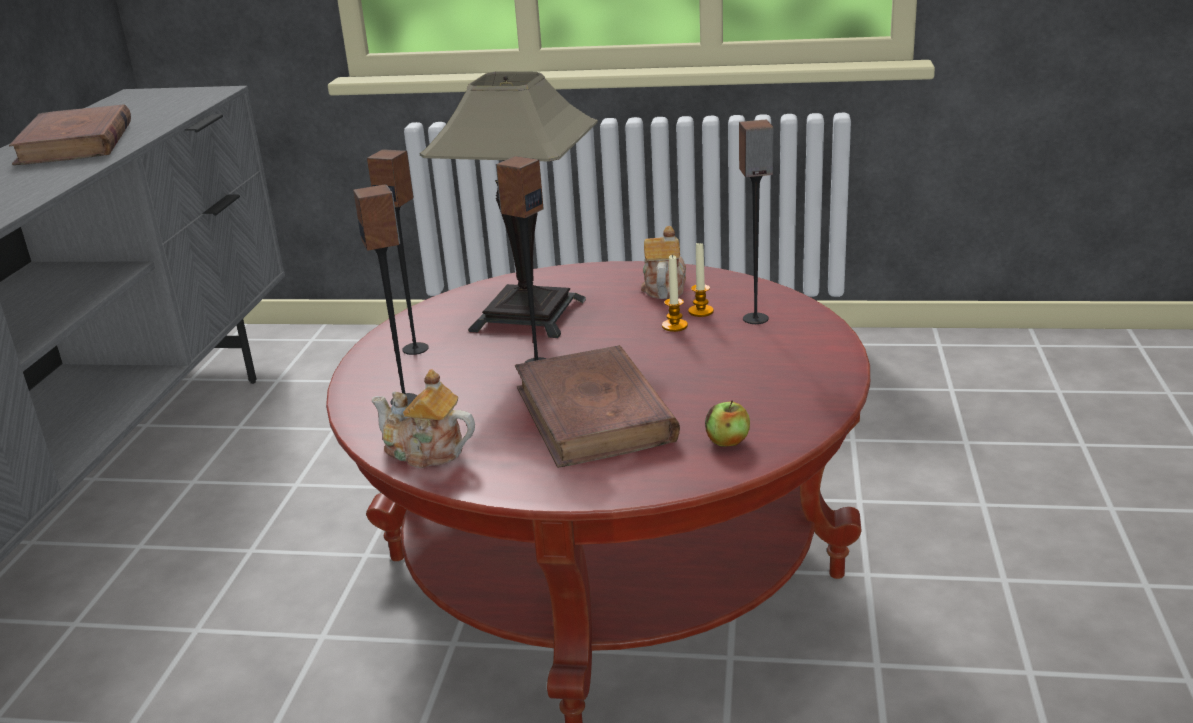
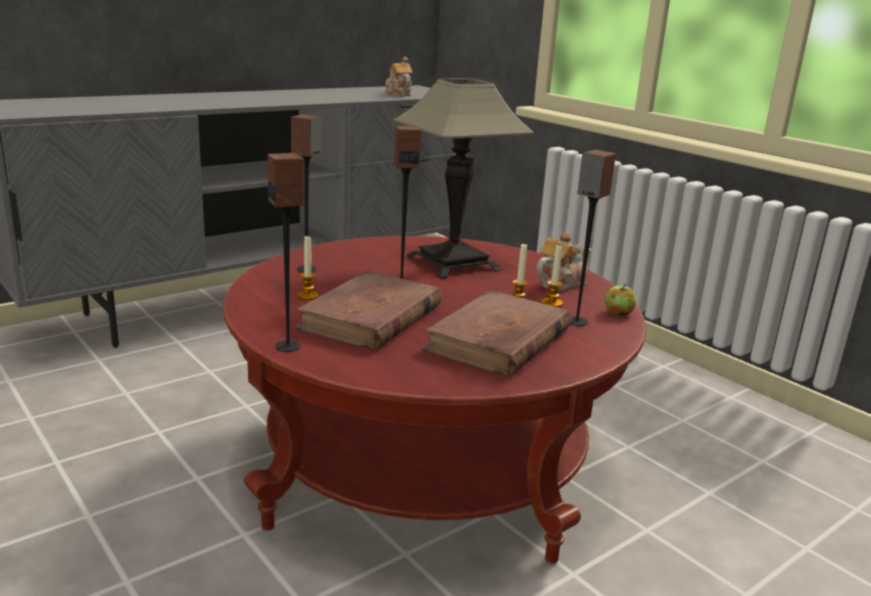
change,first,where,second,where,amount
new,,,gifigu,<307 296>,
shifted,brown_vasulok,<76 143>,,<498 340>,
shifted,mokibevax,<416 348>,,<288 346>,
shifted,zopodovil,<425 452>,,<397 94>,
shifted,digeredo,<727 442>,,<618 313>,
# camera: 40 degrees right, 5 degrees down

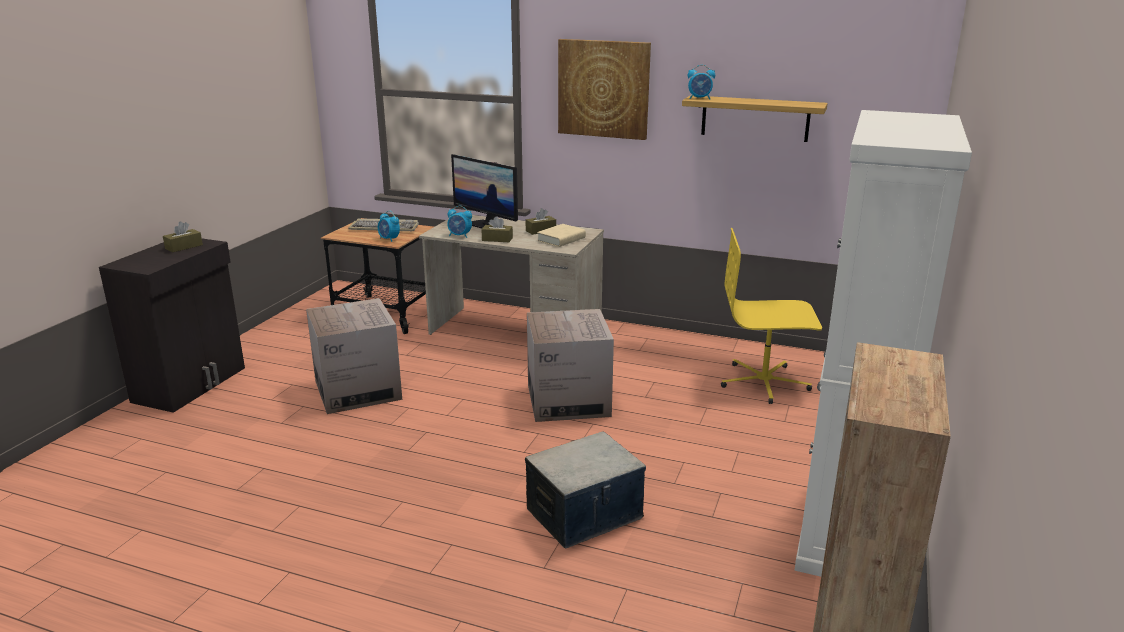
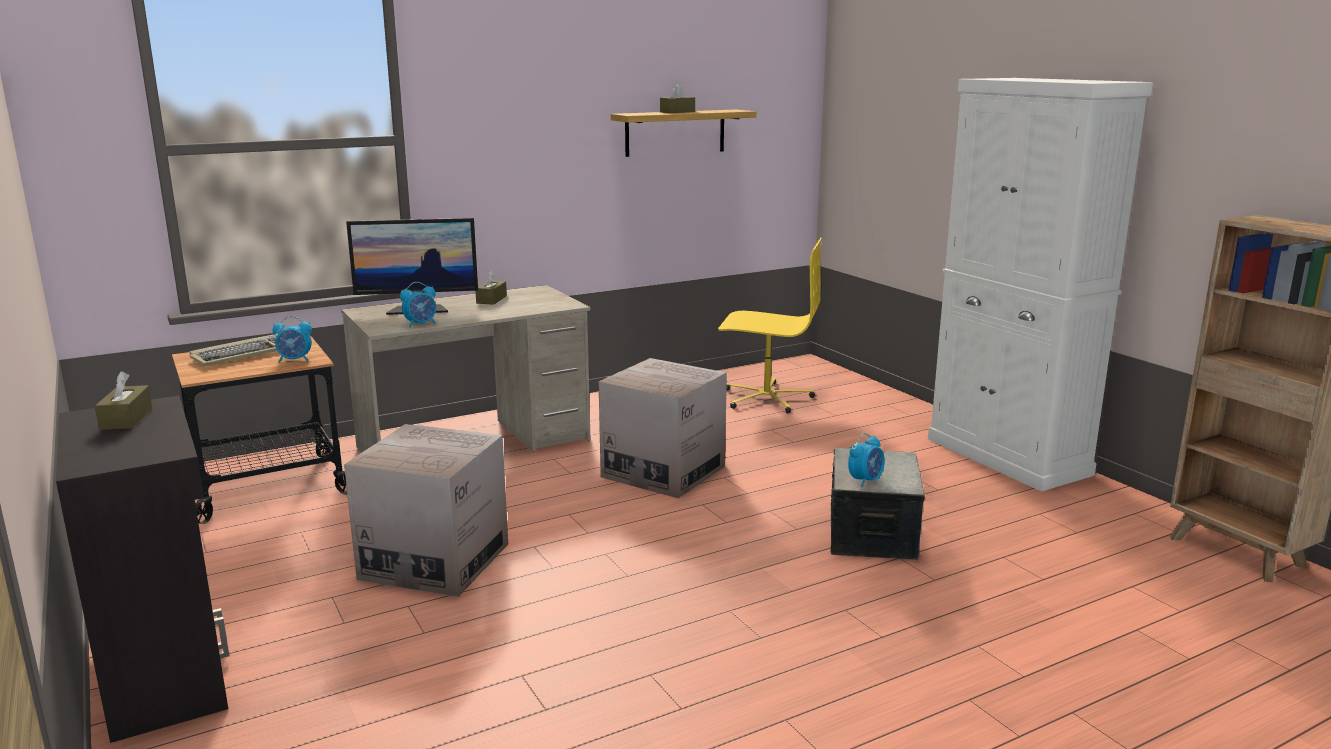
change,first,where,second,where,amount
gone,beige_vasulok,<561 239>,,,
gone,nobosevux,<603 89>,,,
shifted,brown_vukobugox,<497 239>,,<677 112>,
shifted,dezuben,<700 98>,,<865 480>,
rotated,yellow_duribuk,<764 382>,,<766 398>,120 degrees counterclockwise
# camera: 50 degrees left, 5 degrees down

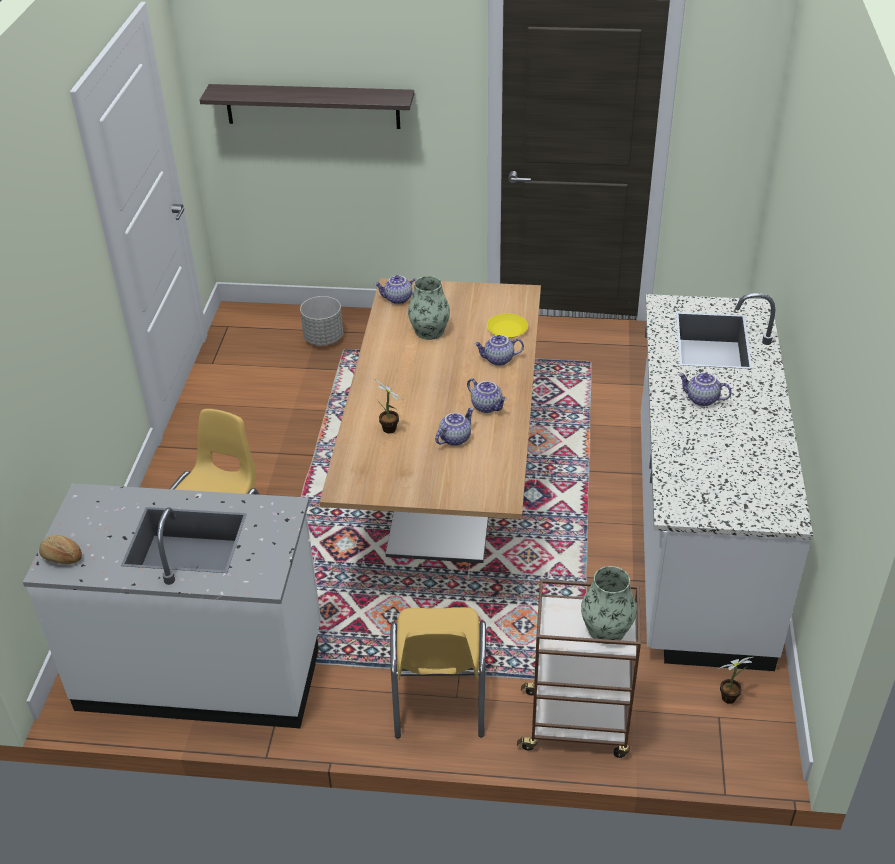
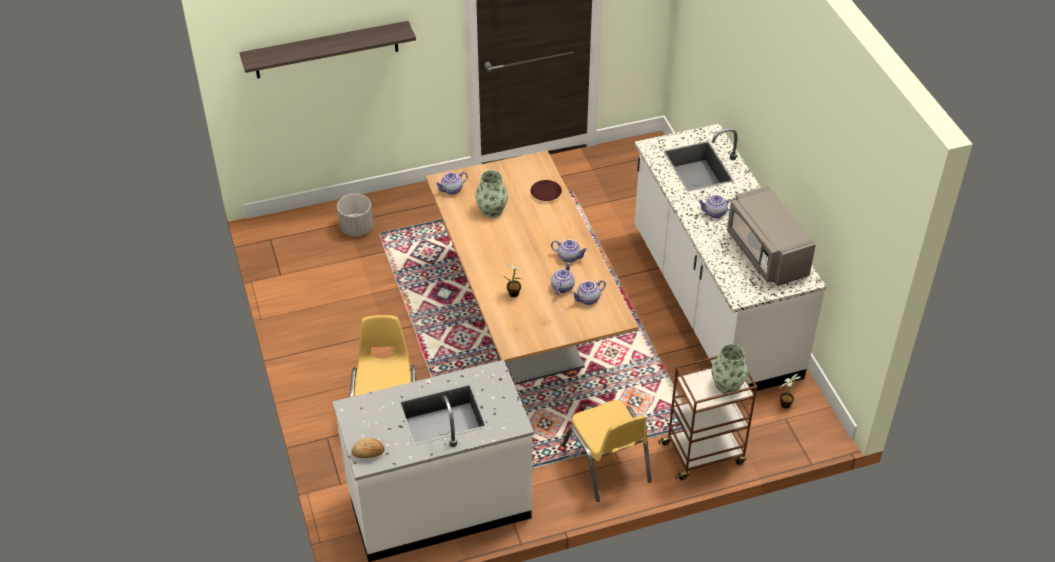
change,first,where,second,where,amount
new,,,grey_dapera,<766 253>,
shifted,zopodovil,<498 360>,,<588 299>,
repainted,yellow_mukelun,<507 329>,brown_mukelun,<546 193>,
# camera: 25 degrees left, 5 degrees up

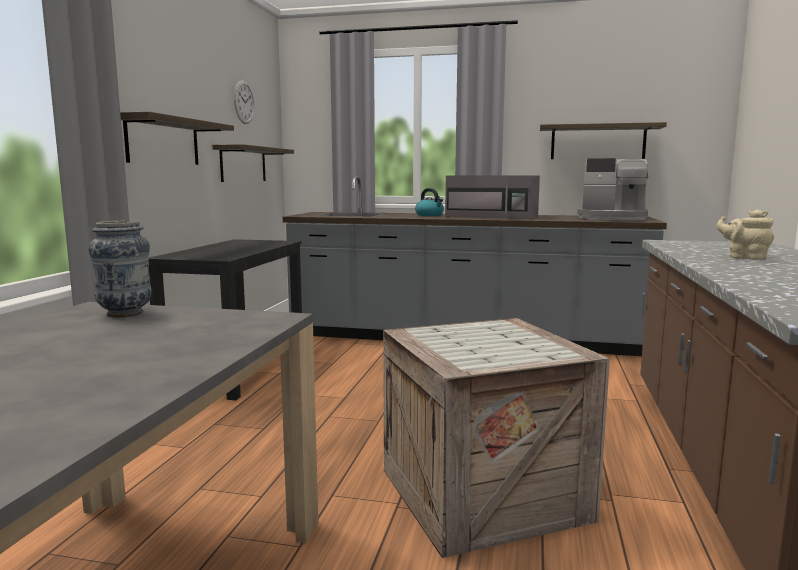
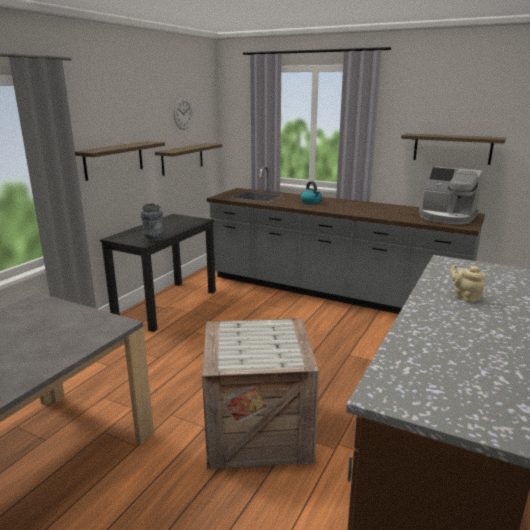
change,first,where,second,where,amount
gone,grey_dapera,<493 216>,,,
shifted,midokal,<125 313>,,<154 239>,
# camera: 15 degrees right, 10 degrees up

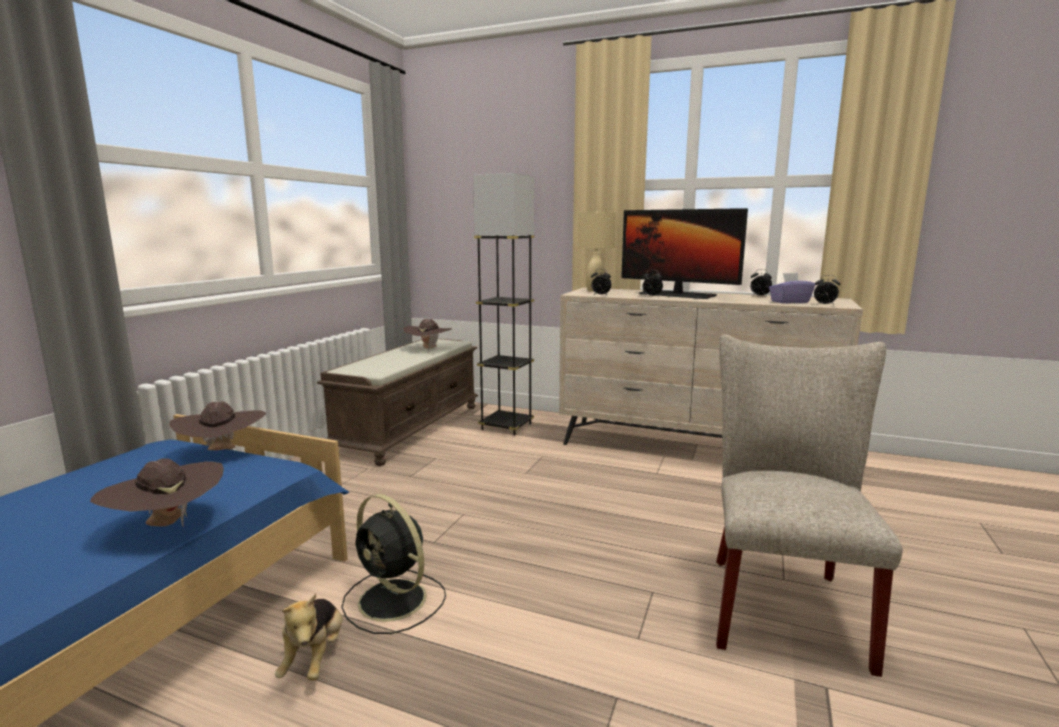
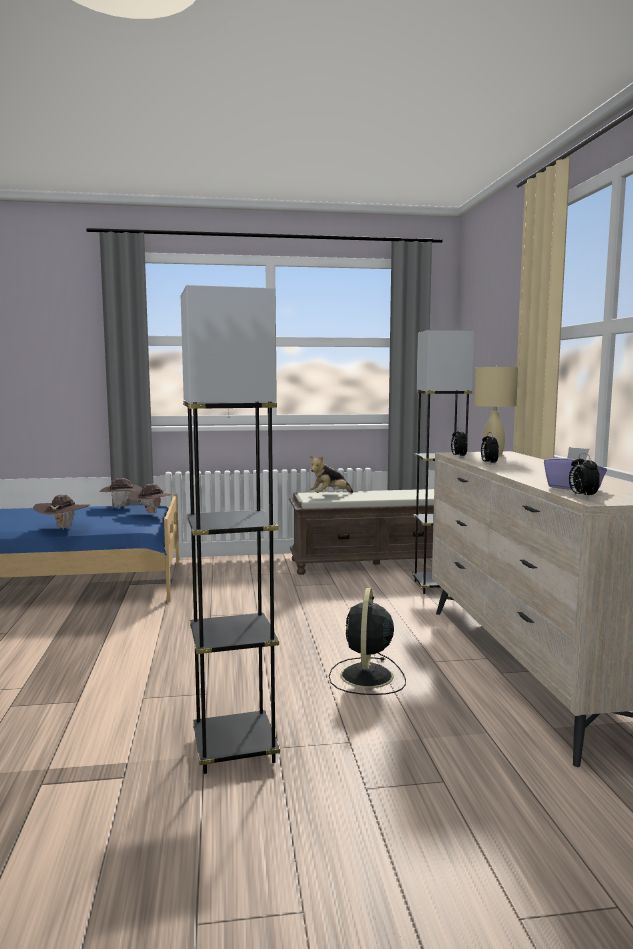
change,first,where,second,where,amount
gone,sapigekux,<677 295>,,,
gone,dezuben,<759 296>,,,
shifted,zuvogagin,<314 658>,,<330 495>,
shifted,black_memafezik,<394 601>,,<366 677>,
shifted,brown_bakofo,<428 348>,,<122 507>,
swapped,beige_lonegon,<780 602>,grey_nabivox,<235 749>,
# camera: 60 degrees right, 5 degrees down

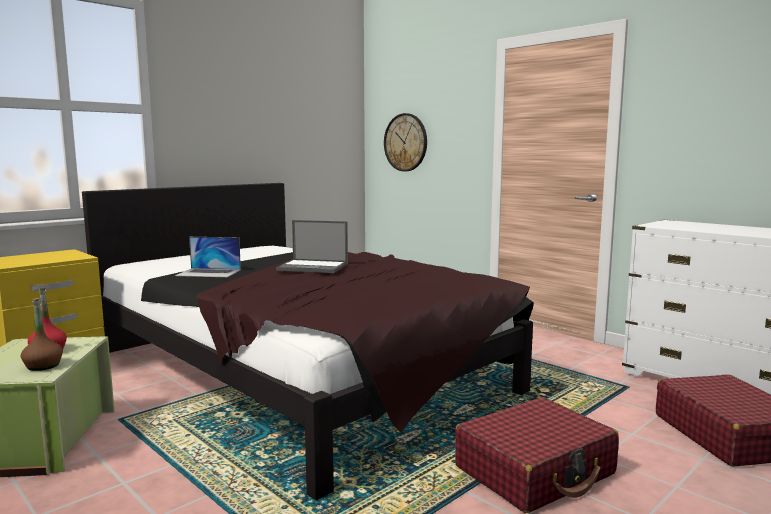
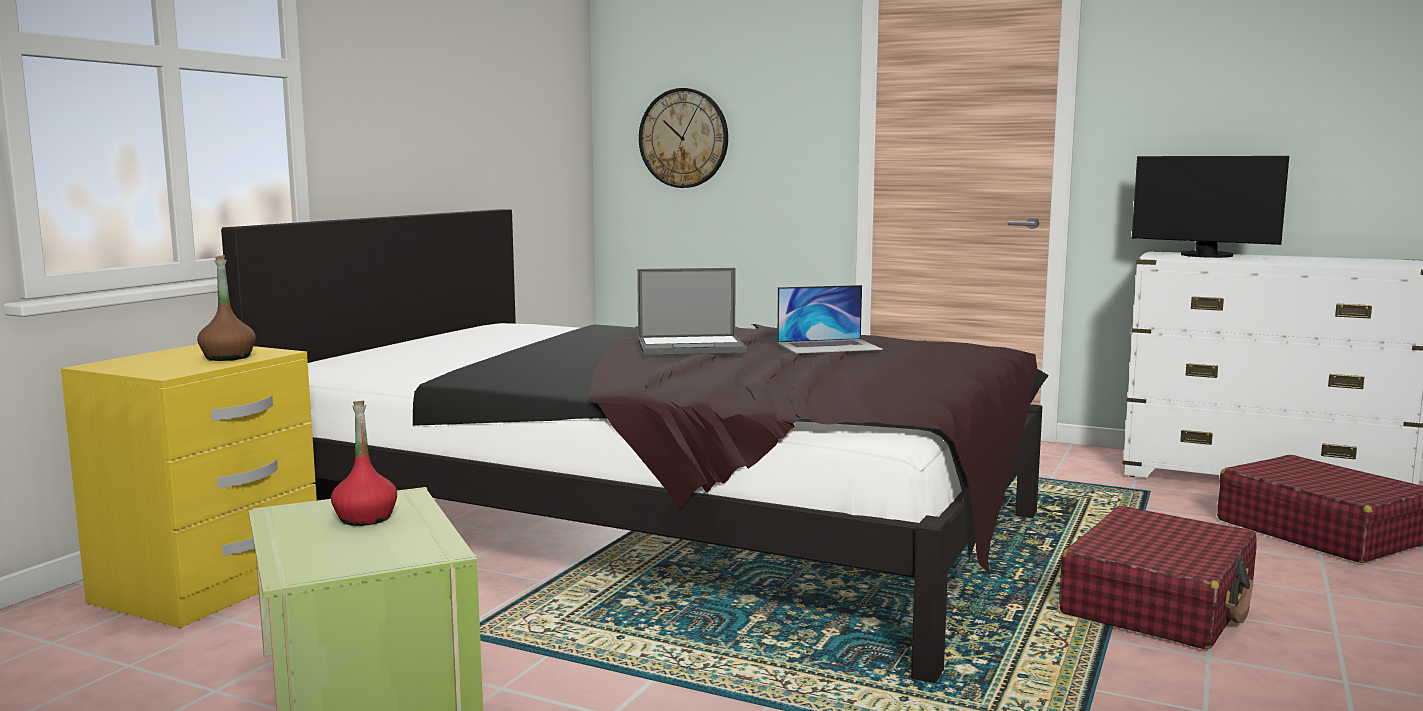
change,first,where,second,where,amount
new,,,sapigekux,<1205 255>,
shifted,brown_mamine,<43 366>,,<228 357>,
shifted,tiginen,<209 272>,,<829 346>,
# camera: 20 degrees left, 0 degrees up

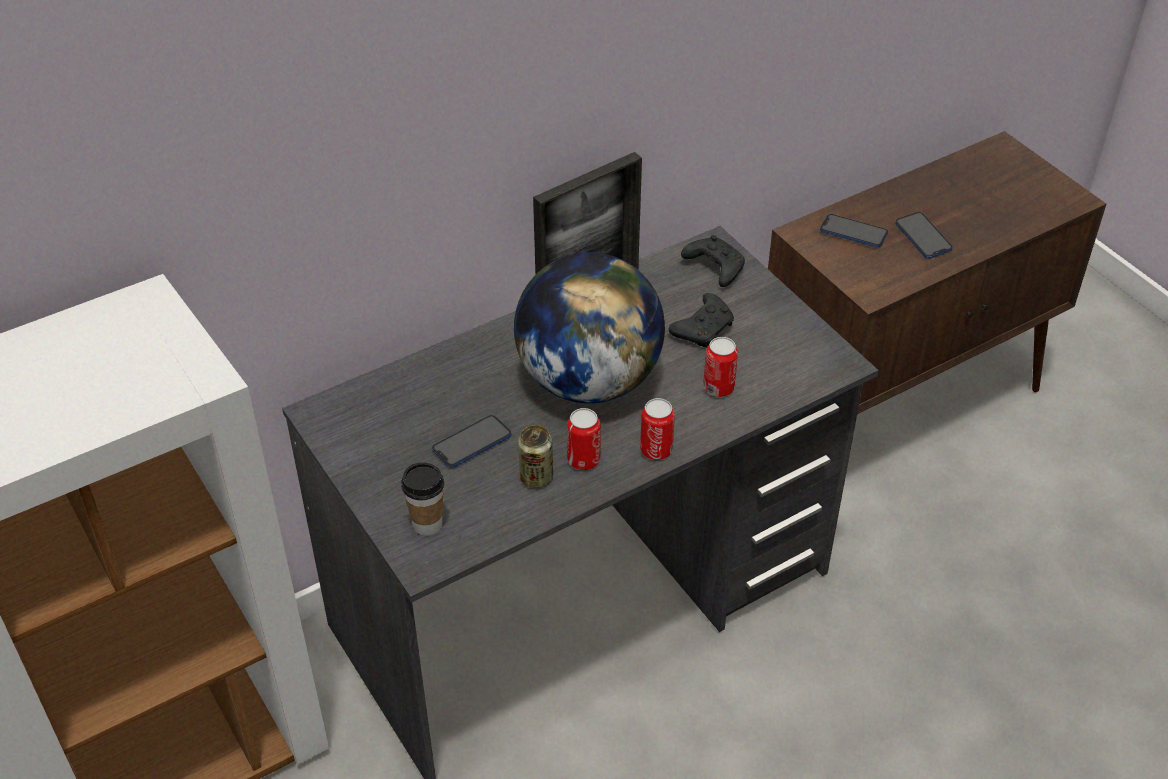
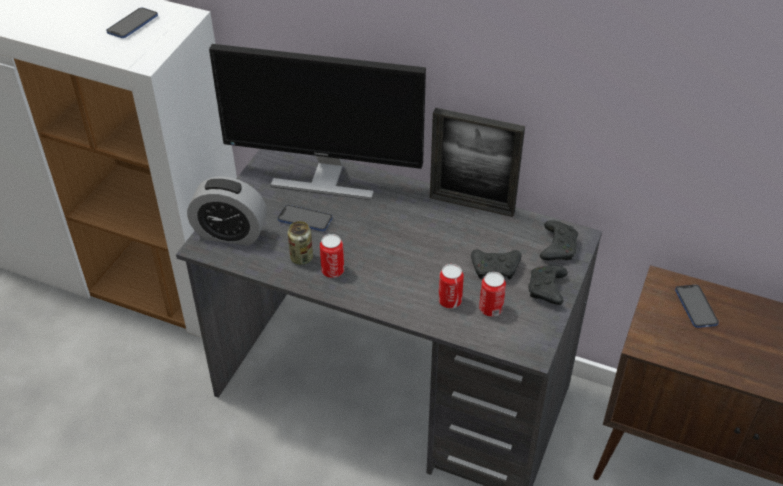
change,first,where,second,where,amount
gone,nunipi,<588 381>,,,
new,,,sapigekux,<325 178>,
new,,,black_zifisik,<547 290>,
shifted,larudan,<656 450>,,<491 309>,
shifted,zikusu,<923 237>,,<132 24>,
swapped,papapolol,<427 524>,dezuben,<230 233>,
# camera: 55 degrees right, 0 degrees up

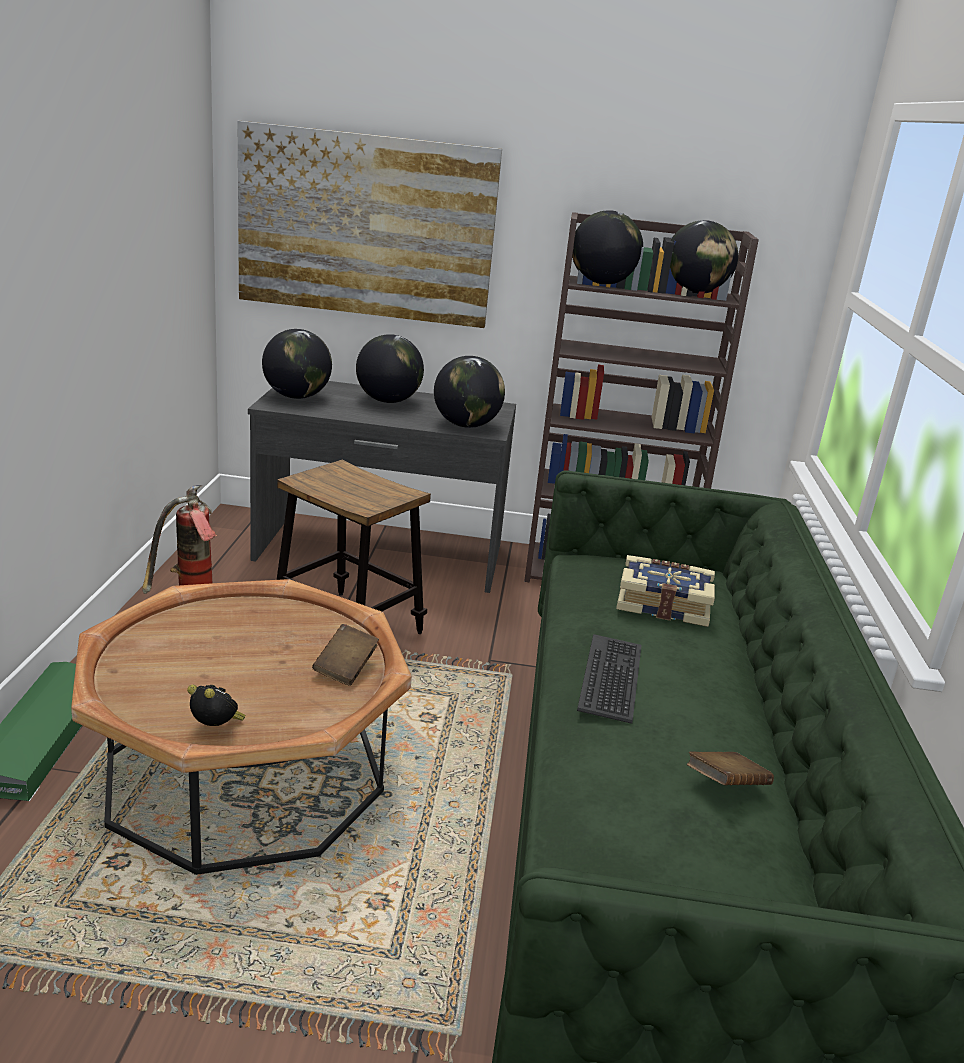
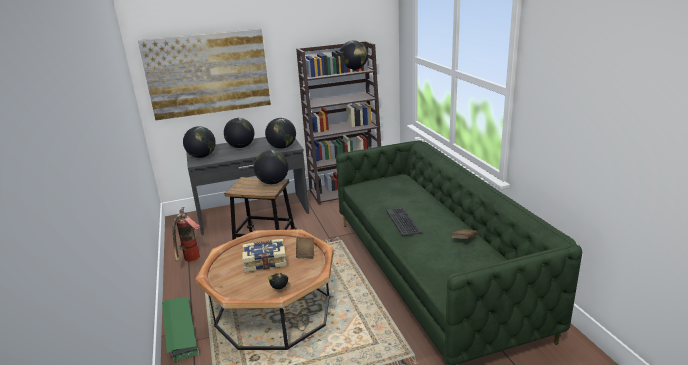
change,first,where,second,where,amount
shifted,nunipi,<601 284>,,<273 182>,
shifted,vasulok,<663 604>,,<265 261>,
# camera: 20 degrees left, 0 degrees up

